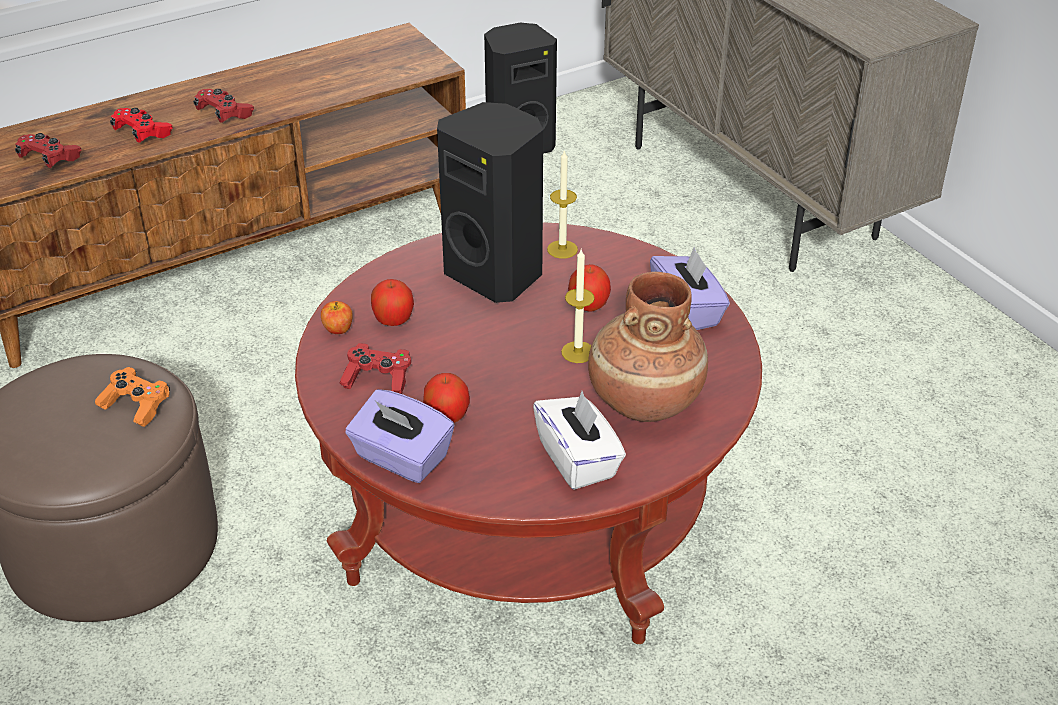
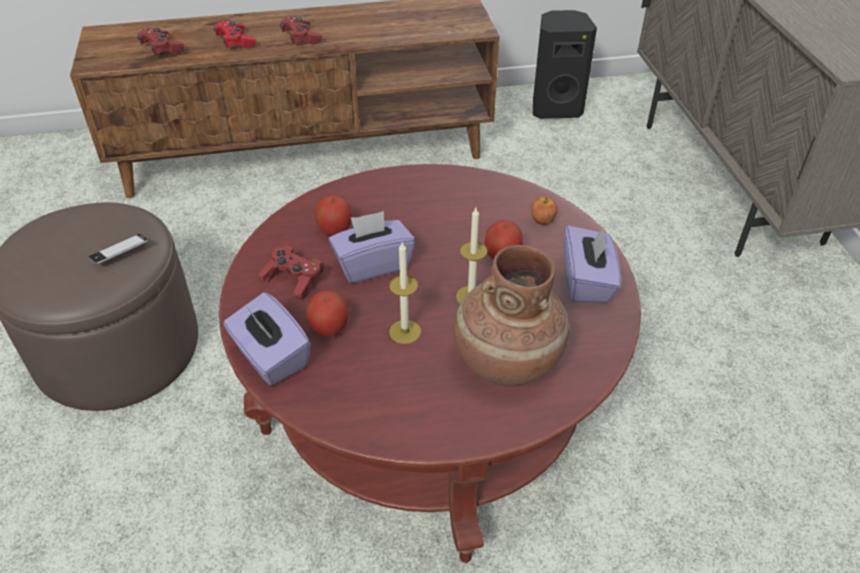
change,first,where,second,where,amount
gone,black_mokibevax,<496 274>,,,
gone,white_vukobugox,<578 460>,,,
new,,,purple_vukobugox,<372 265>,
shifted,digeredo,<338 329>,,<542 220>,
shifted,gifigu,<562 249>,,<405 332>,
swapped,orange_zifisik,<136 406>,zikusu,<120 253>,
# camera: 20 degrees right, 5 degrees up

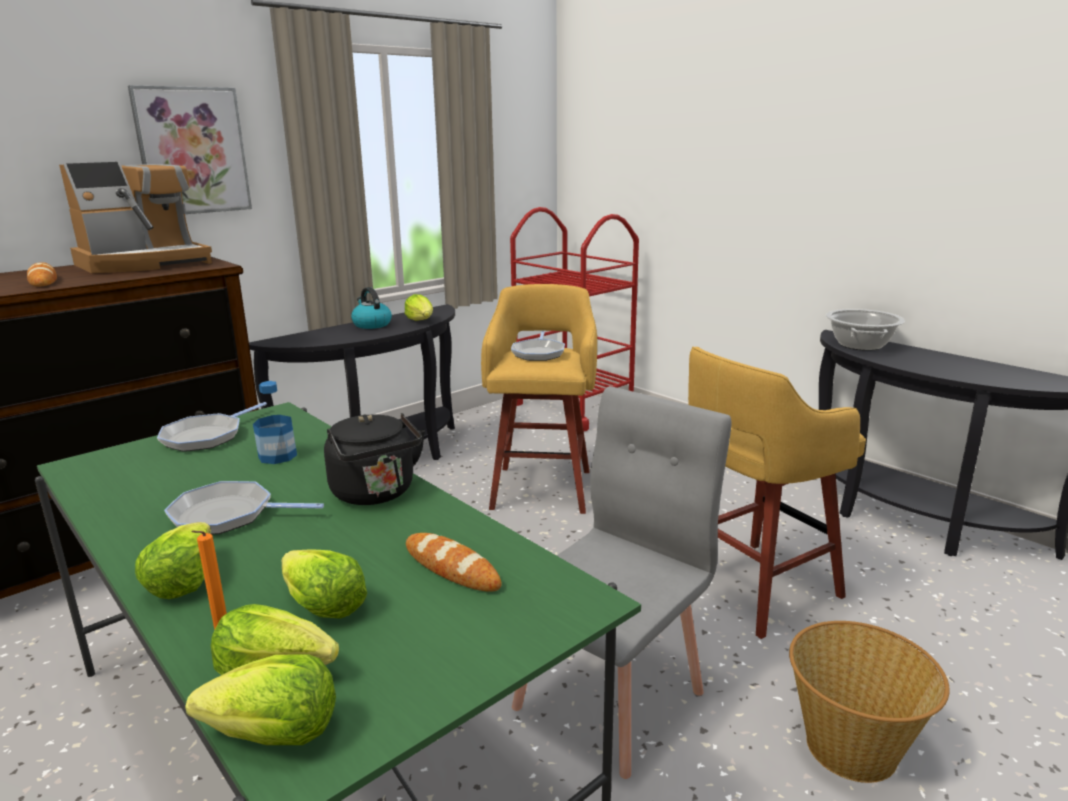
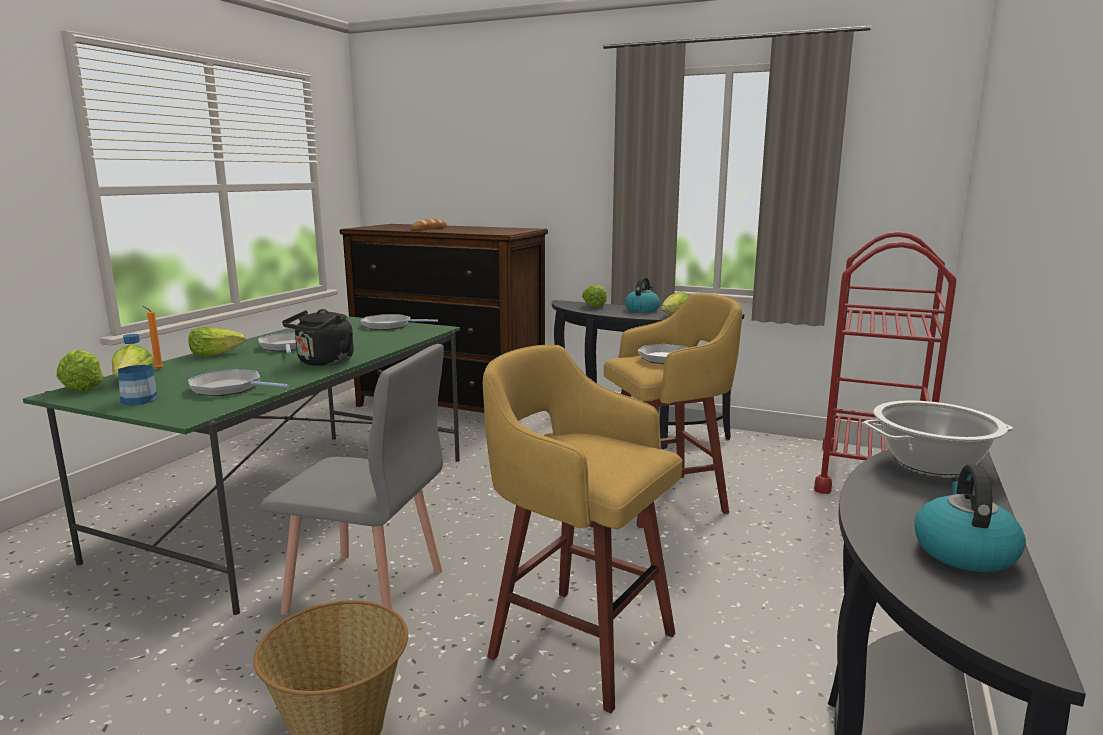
change,first,where,second,where,amount
gone,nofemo,<145 263>,,,
gone,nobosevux,<192 151>,,,
new,,,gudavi,<963 551>,
shifted,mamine,<277 456>,,<139 400>,
shifted,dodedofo,<322 605>,,<595 305>,
swapped,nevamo,<451 568>,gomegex,<230 388>,
# camera: 65 degrees right, 5 degrees down

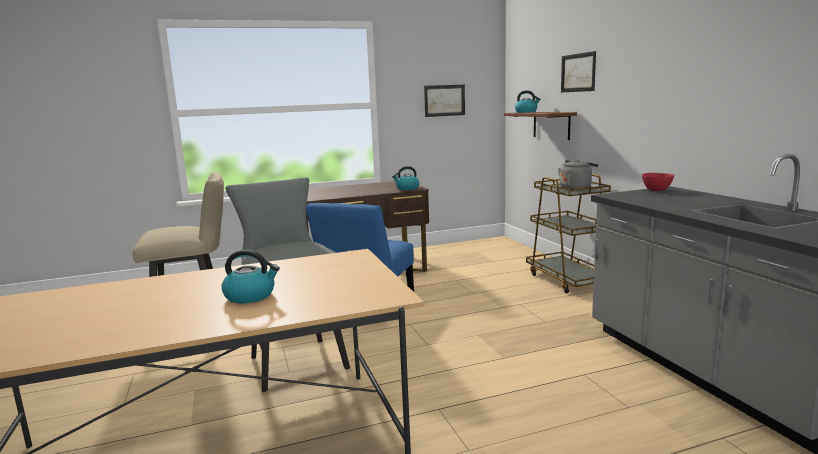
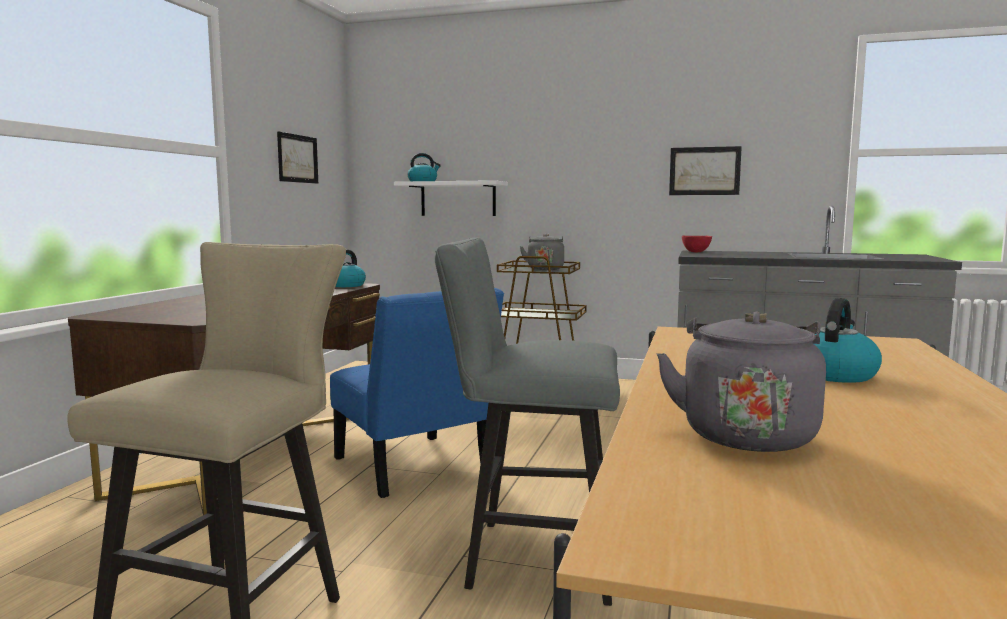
change,first,where,second,where,amount
new,,,grey_gudavi,<745 434>,
shifted,nobosevux,<578 72>,,<704 171>,
repainted,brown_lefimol,<551 125>,white_lefimol,<458 199>,
# camera: 55 degrees left, 5 degrees down

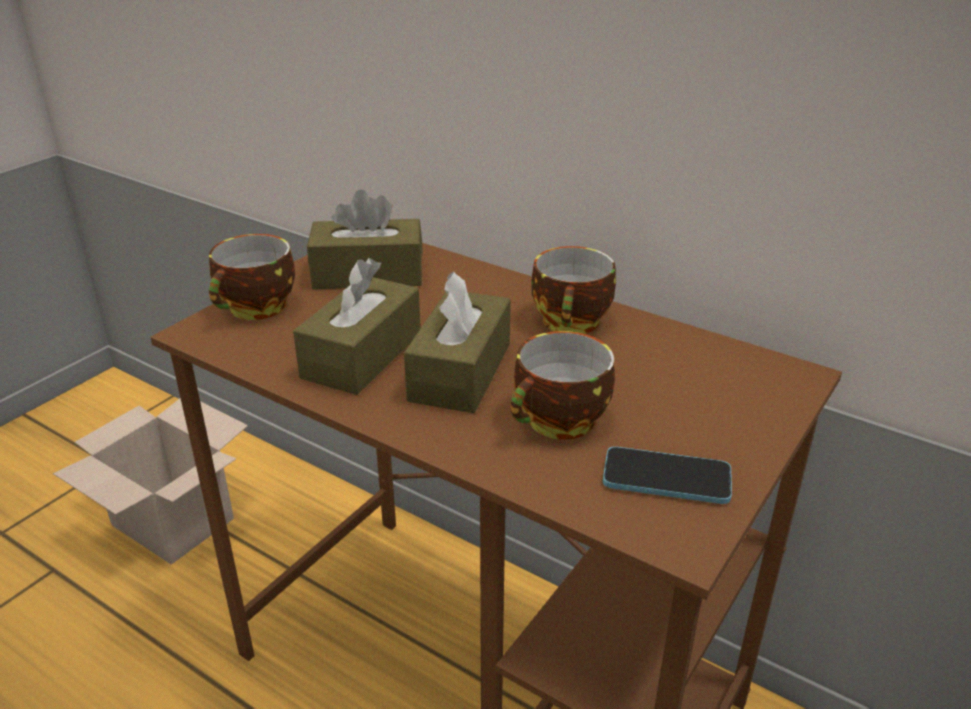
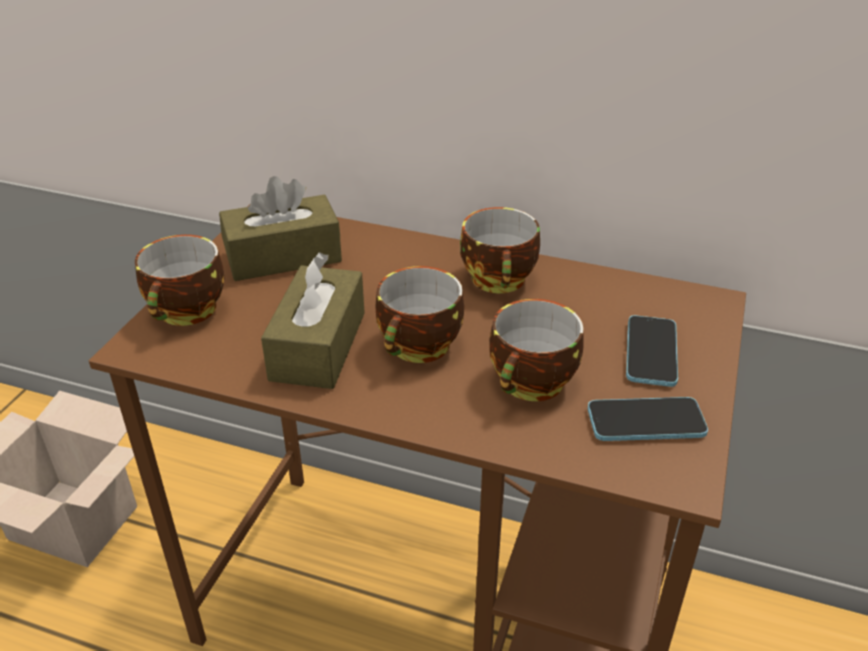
change,first,where,second,where,amount
new,,,zikusu,<651 353>,
swapped,brown_vukobugox,<460 372>,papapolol,<420 348>,
# camera: 15 degrees left, 5 degrees up

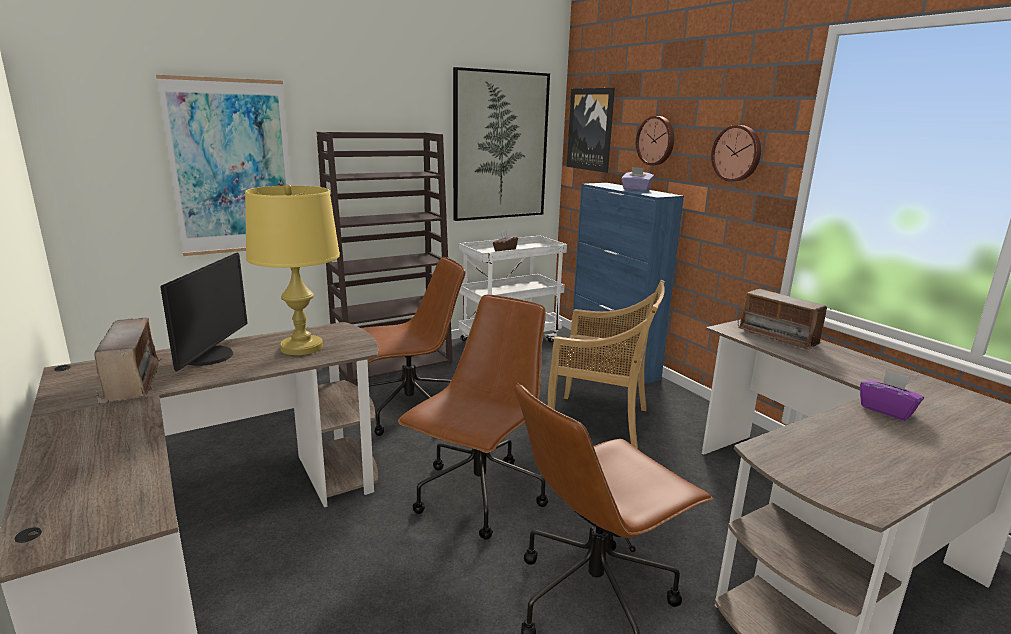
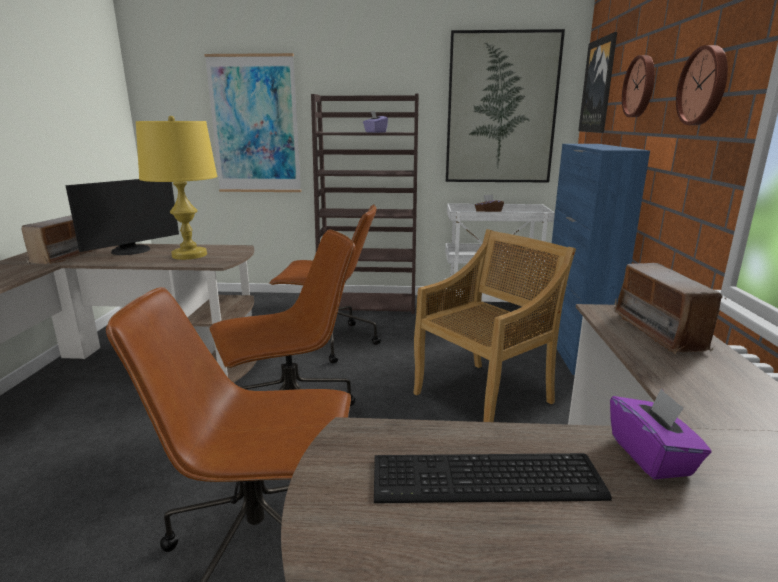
change,first,where,second,where,amount
new,,,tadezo,<489 480>,
shifted,purple_vukobugox,<636 190>,,<375 132>,
rotated,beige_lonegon,<600 423>,,<484 397>,90 degrees counterclockwise
# camera: 35 degrees right, 0 degrees up

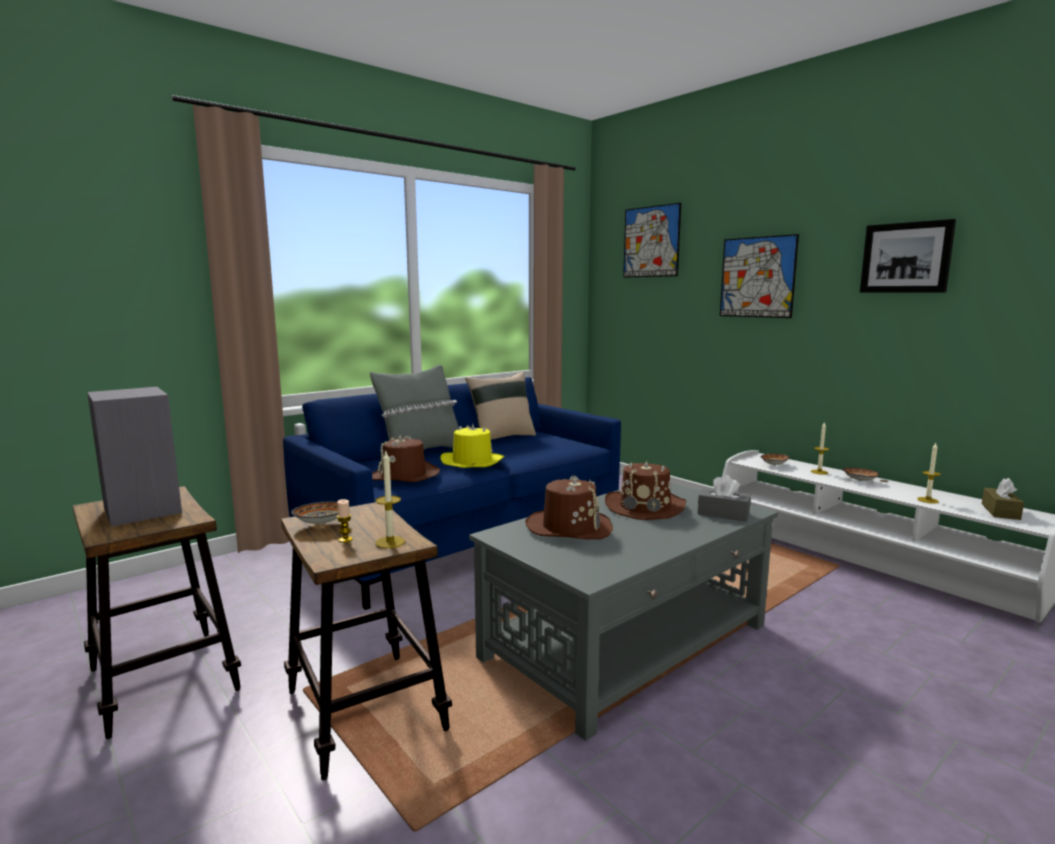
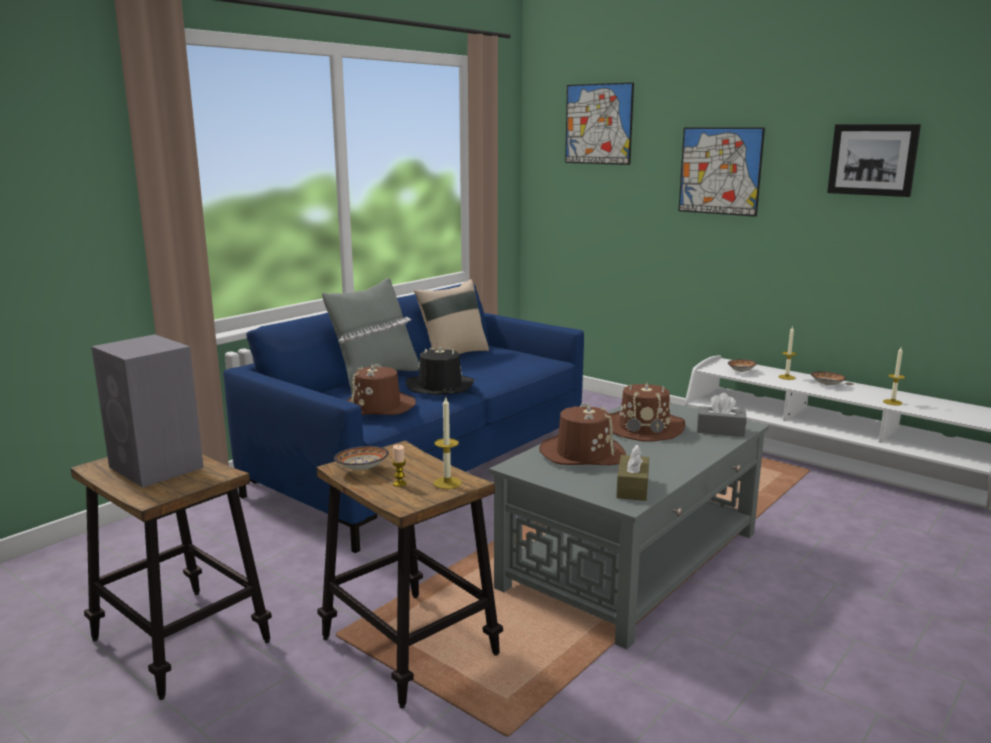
change,first,where,second,where,amount
shifted,brown_vukobugox,<1000 511>,,<632 488>,
repainted,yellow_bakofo,<472 462>,black_bakofo,<439 387>,
# camera: 10 degrees left, 5 degrees up

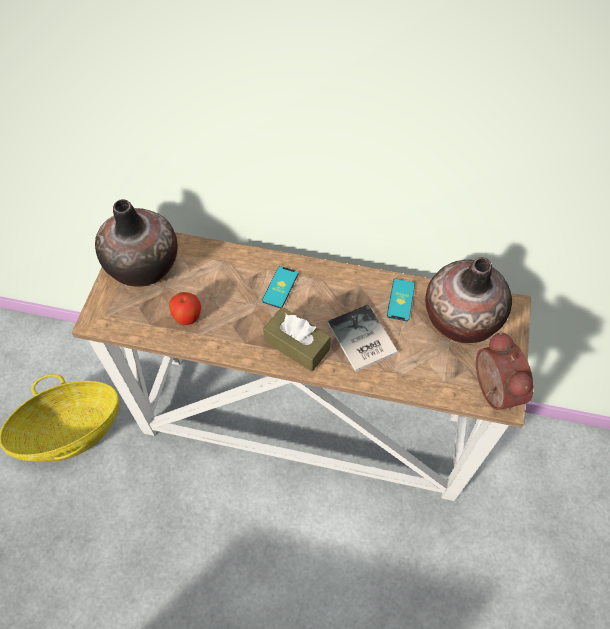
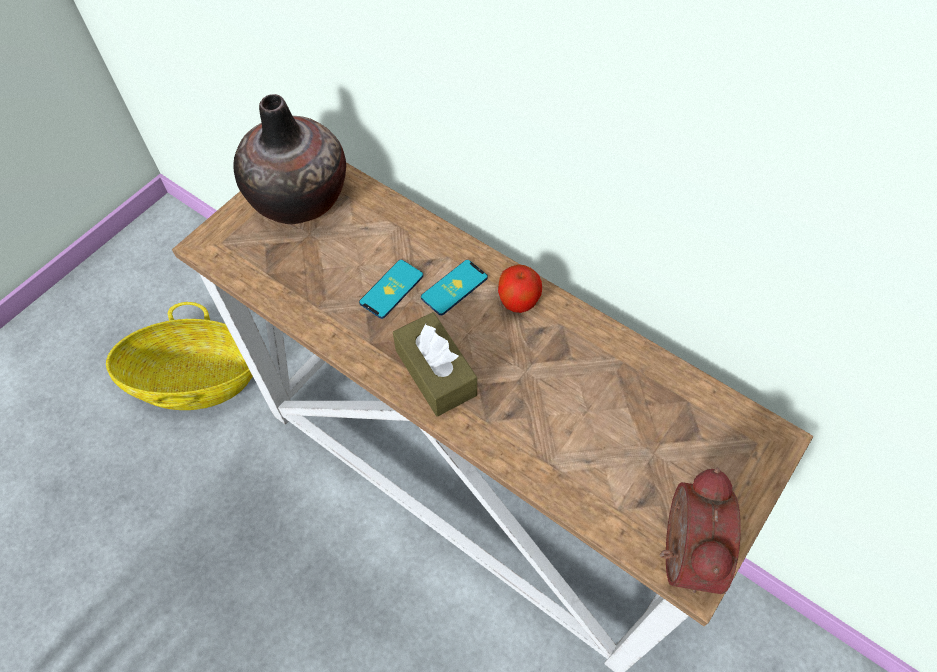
change,first,where,second,where,amount
gone,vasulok,<361 340>,,,
gone,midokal,<460 318>,,,
shifted,digeredo,<187 316>,,<518 301>,
shifted,zikusu,<400 300>,,<391 289>,
# camera: 25 degrees right, 0 degrees up

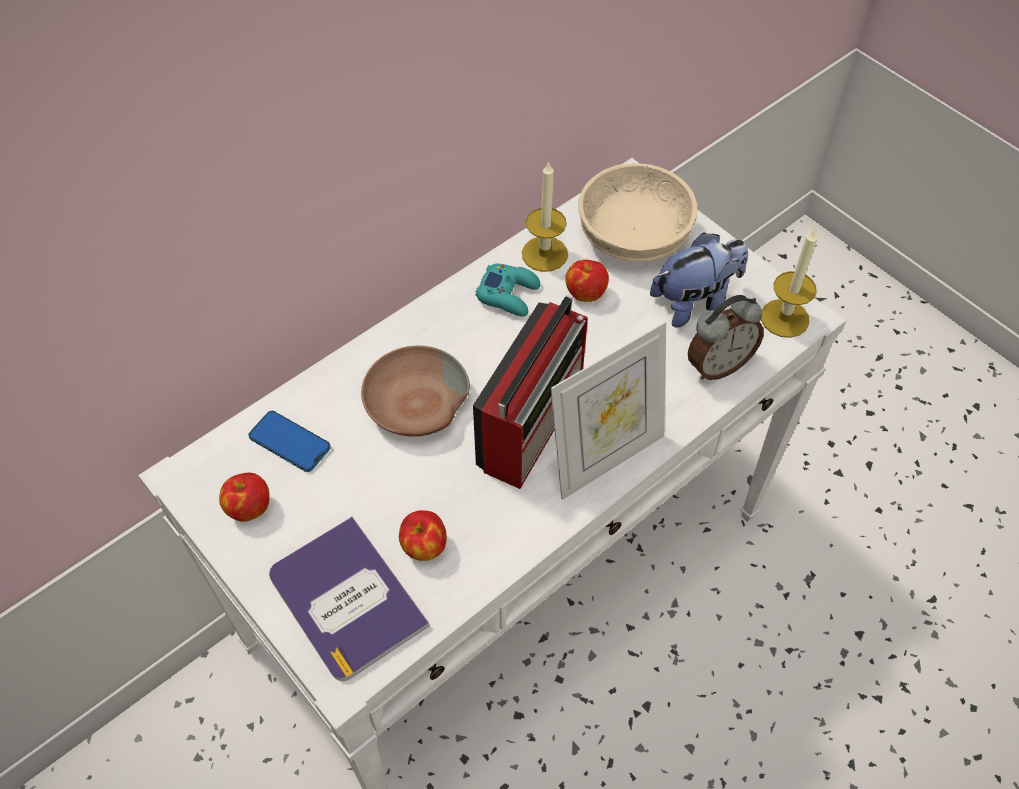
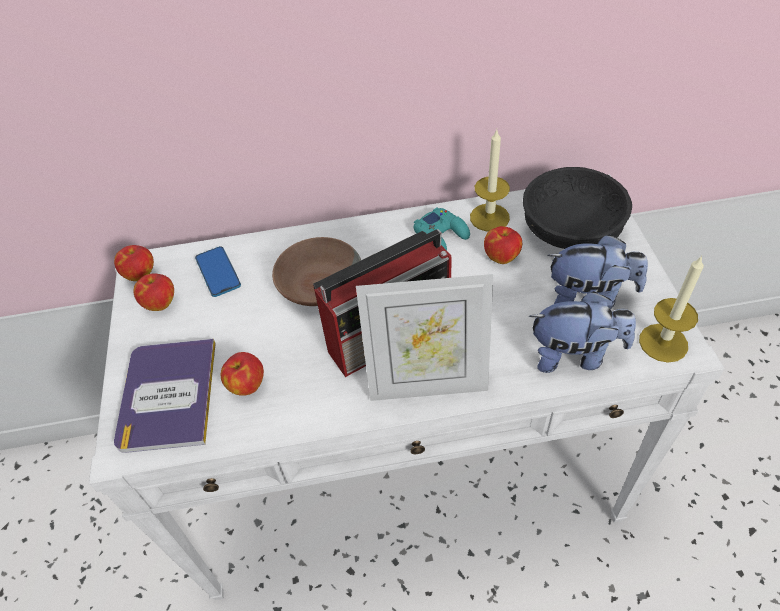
change,first,where,second,where,amount
new,,,digeredo,<140 274>,
swapped,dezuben,<717 365>,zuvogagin,<574 355>,
repainted,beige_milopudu,<632 234>,black_milopudu,<570 228>,
# camera: 35 degrees right, 5 degrees down

